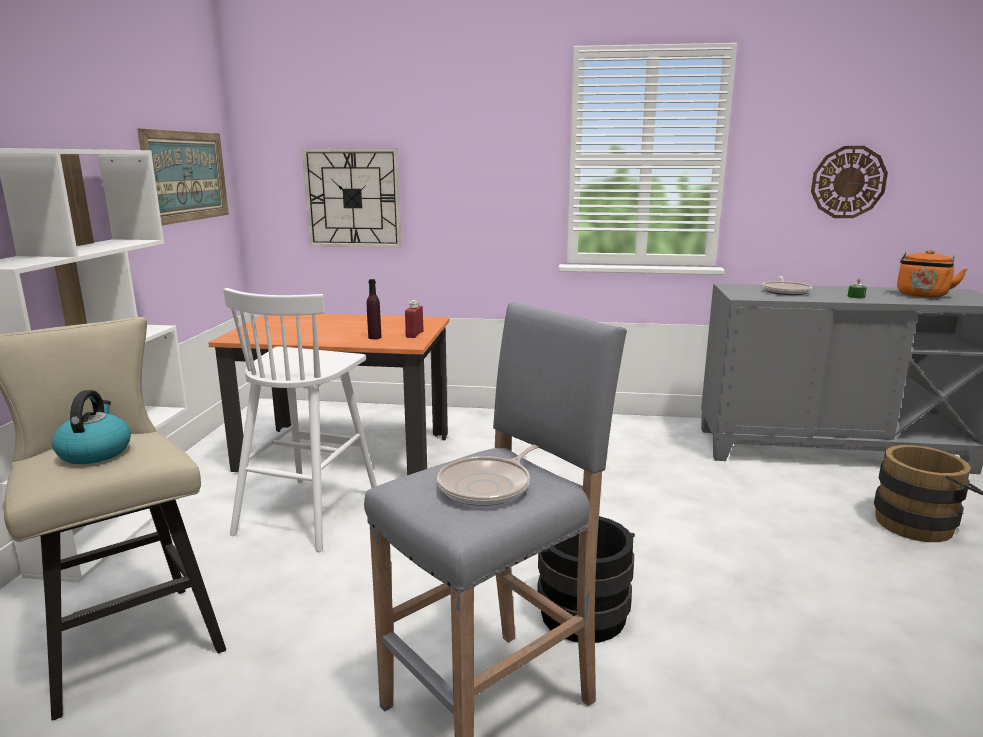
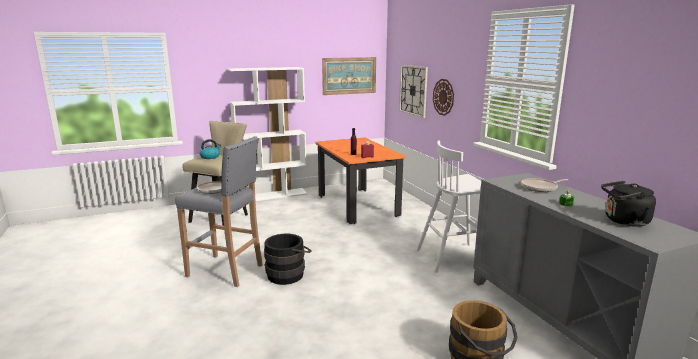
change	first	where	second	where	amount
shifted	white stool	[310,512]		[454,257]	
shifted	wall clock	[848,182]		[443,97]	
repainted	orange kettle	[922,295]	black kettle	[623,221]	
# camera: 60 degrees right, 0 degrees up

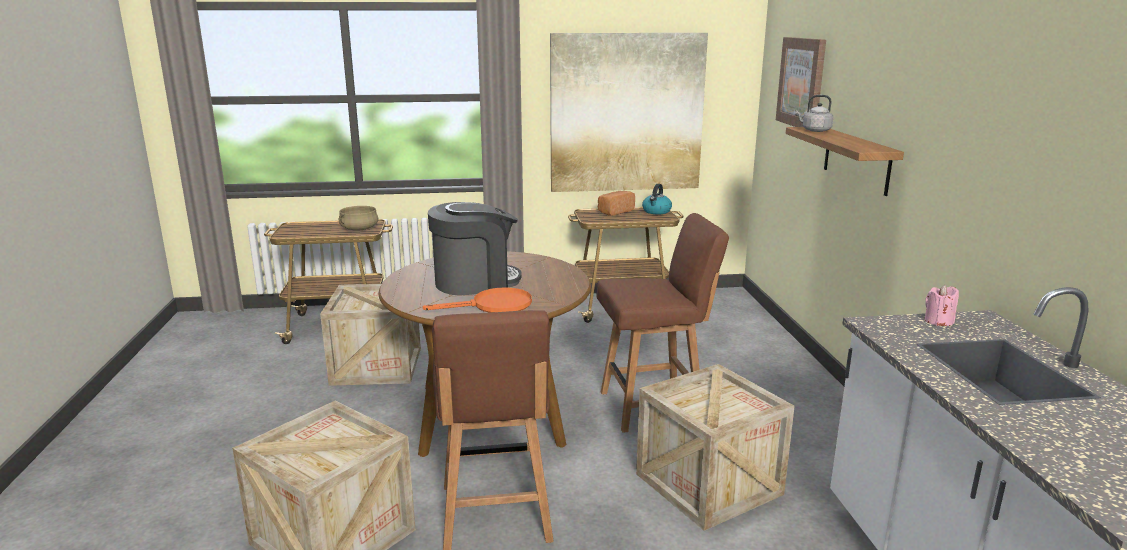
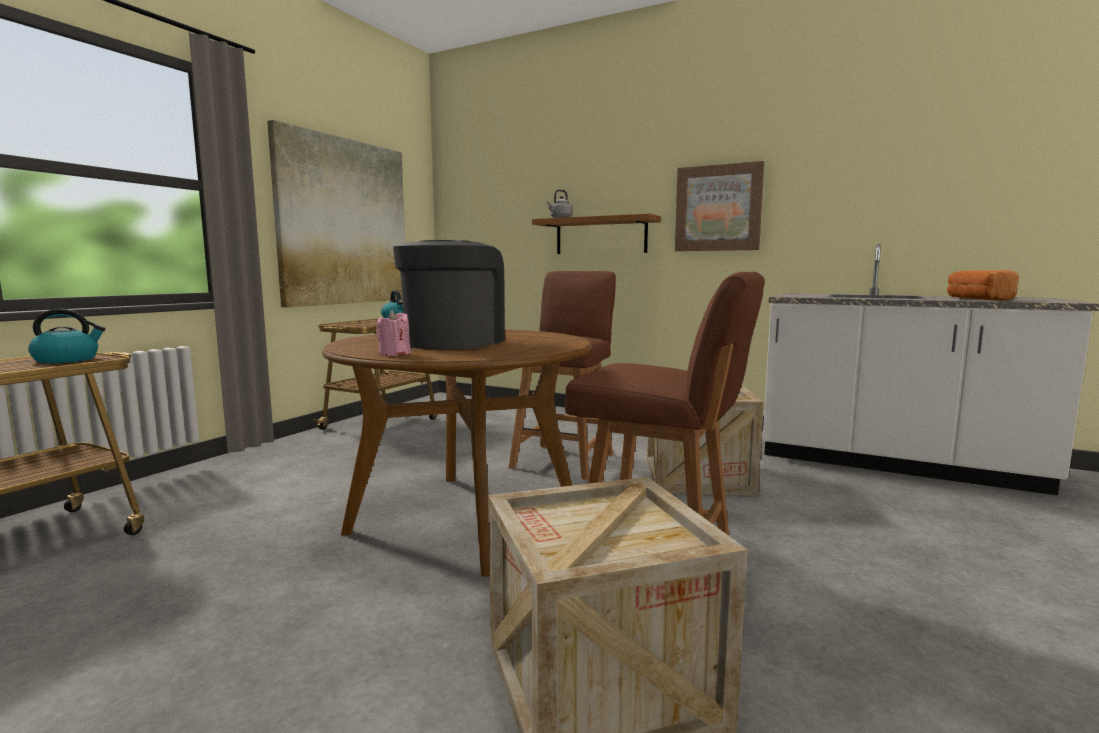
change	first	where	second	where	amount
swapped	beige cooking pot	[359,229]	kettle	[67,360]	
shifted	pink candle	[938,321]		[394,354]	
shifted	picture	[802,82]		[718,208]	
shifted	bread	[614,211]		[976,299]	
gone	crate	[377,366]			
gone	orange frying pan	[493,306]			
# camera: 55 degrees left, 10 degrees down

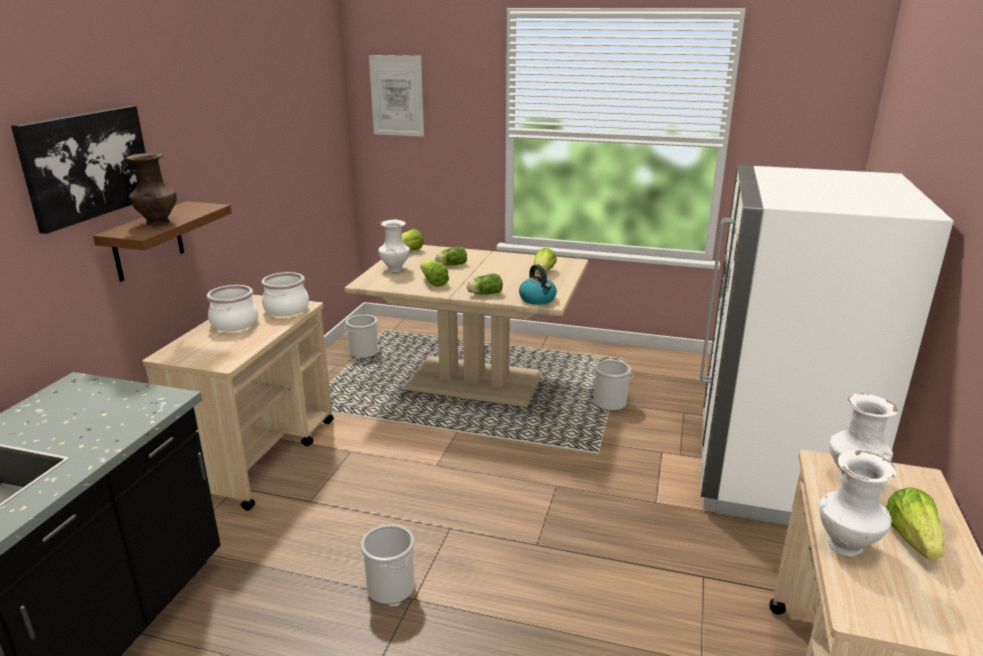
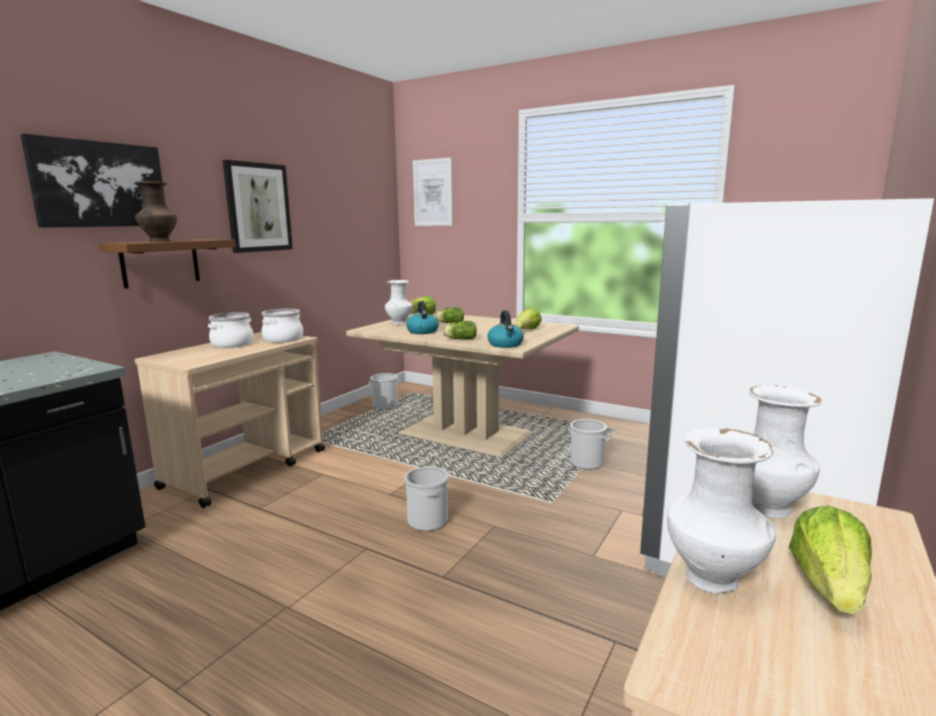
change	first	where	second	where	amount
new			picture	[258,207]	
shifted	bucket	[390,587]		[427,521]	
swapped	lettuce	[433,282]	kettle	[422,331]	
# camera: 15 degrees right, 10 degrees down

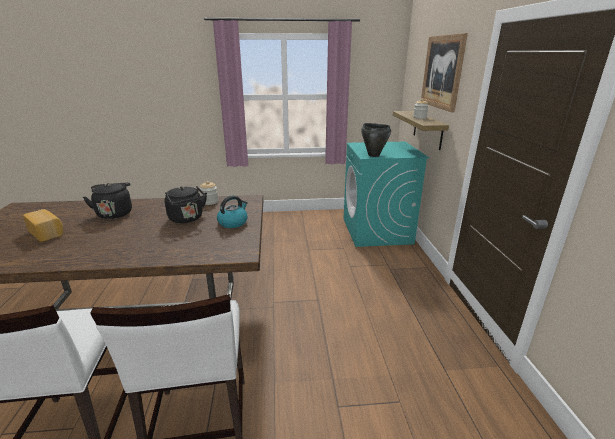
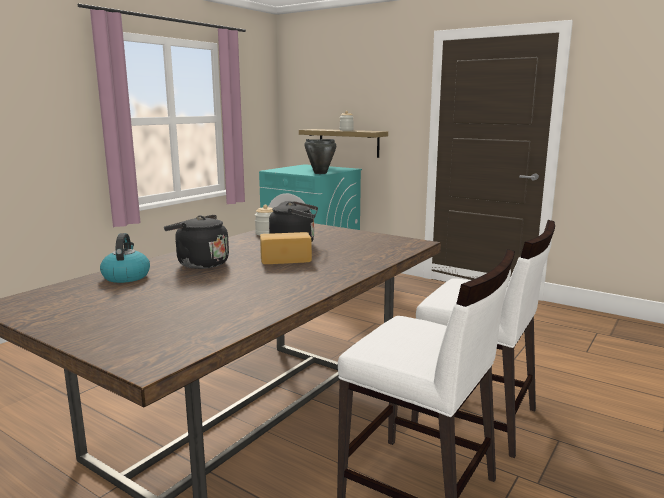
change	first	where	second	where	amount
shifted	kettle	[233,222]		[126,276]	
shifted	bread	[47,233]		[285,259]	
gone	picture	[442,72]			
# camera: 50 degrees left, 10 degrees down

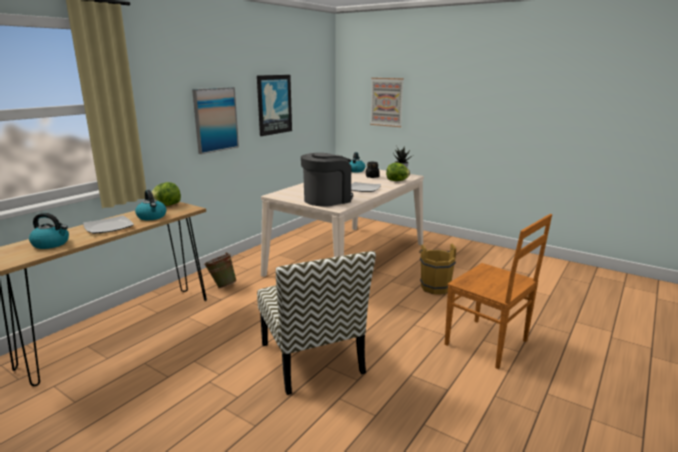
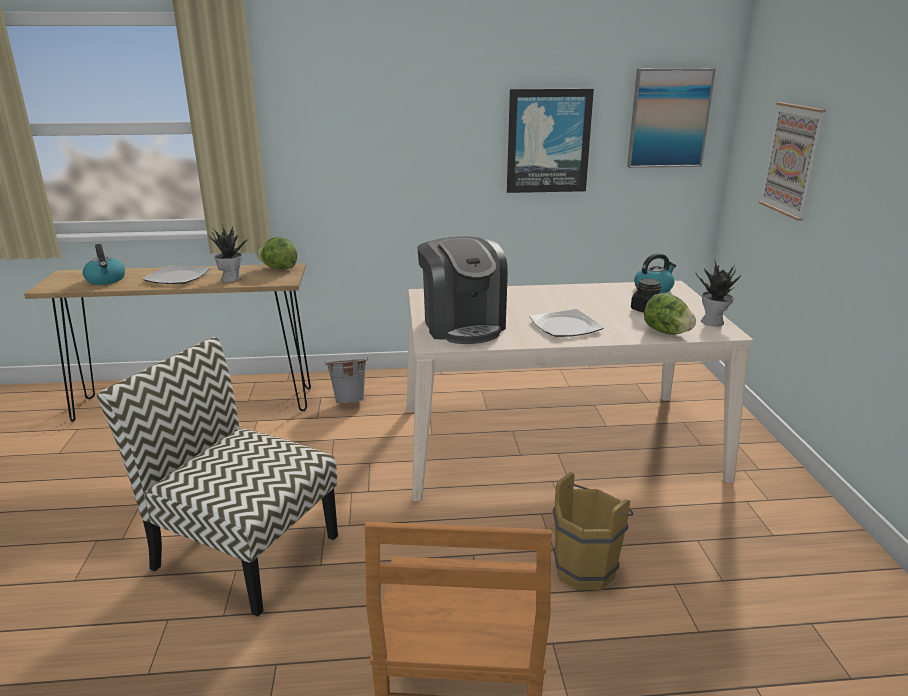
change	first	where	second	where	amount
rotated	chair	[312,359]		[243,551]	90 degrees clockwise
swapped	kettle	[152,217]	potted plant	[231,278]	
repainted	green bucket	[222,285]	grey bucket	[349,400]	
rotated	coffee machine	[327,199]		[462,325]	60 degrees clockwise
shifted	picture	[215,119]		[669,118]	
# camera: 50 degrees right, 5 degrees up

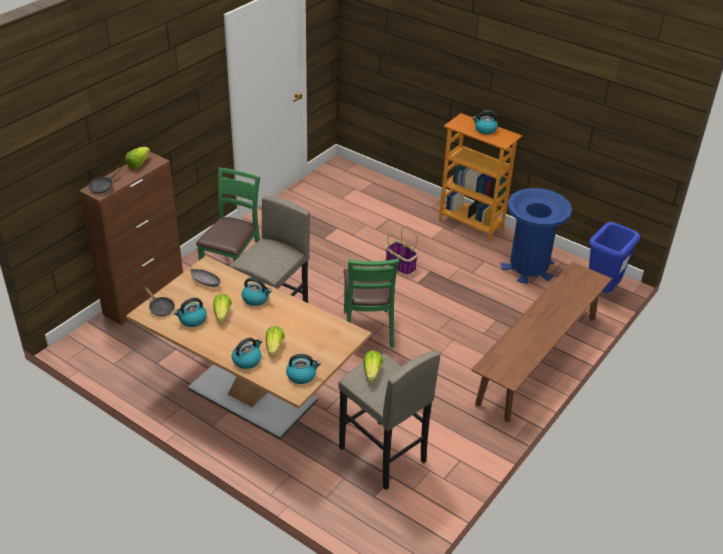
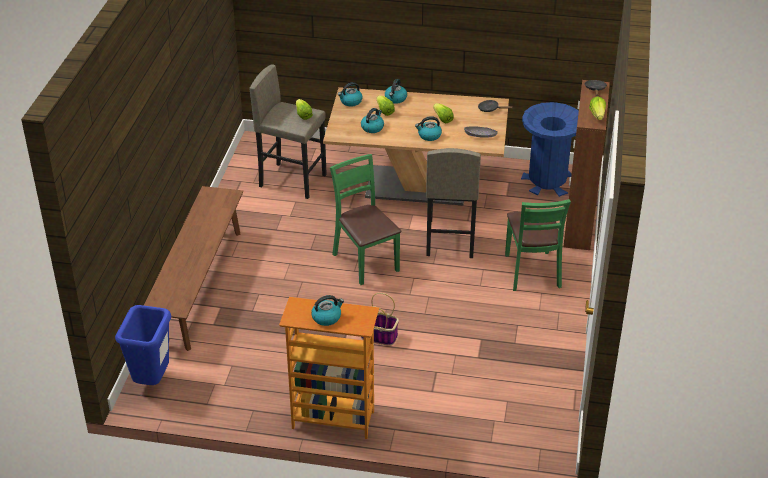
change	first	where	second	where	amount
shifted	kettle	[192,320]		[372,127]	
shifted	blue trash can	[529,267]		[547,180]	
# camera: 155 degrees right, 0 degrees up

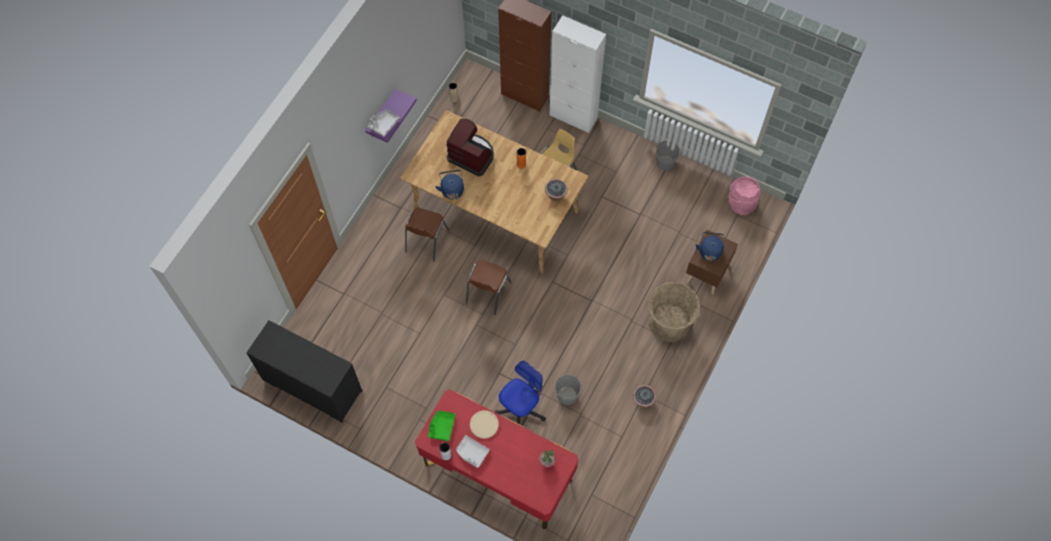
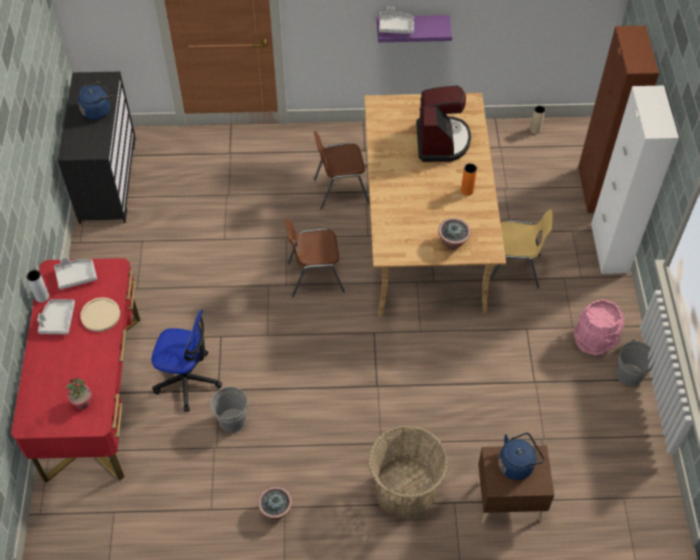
change	first	where	second	where	amount
repainted	green tray	[441,427]	grey tray	[76,276]	
shifted	blue kettle	[452,189]		[98,110]	
shifted	pink bucket	[741,203]		[594,340]	
# camera: 60 degrees right, 10 degrees down

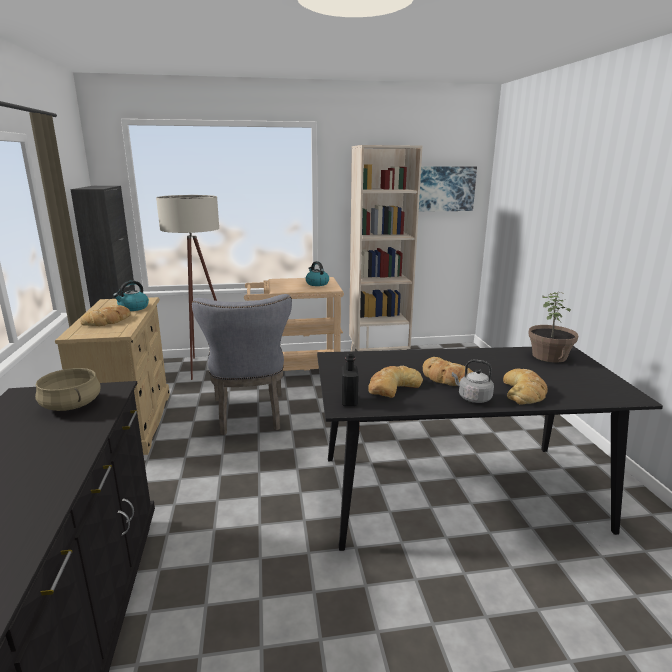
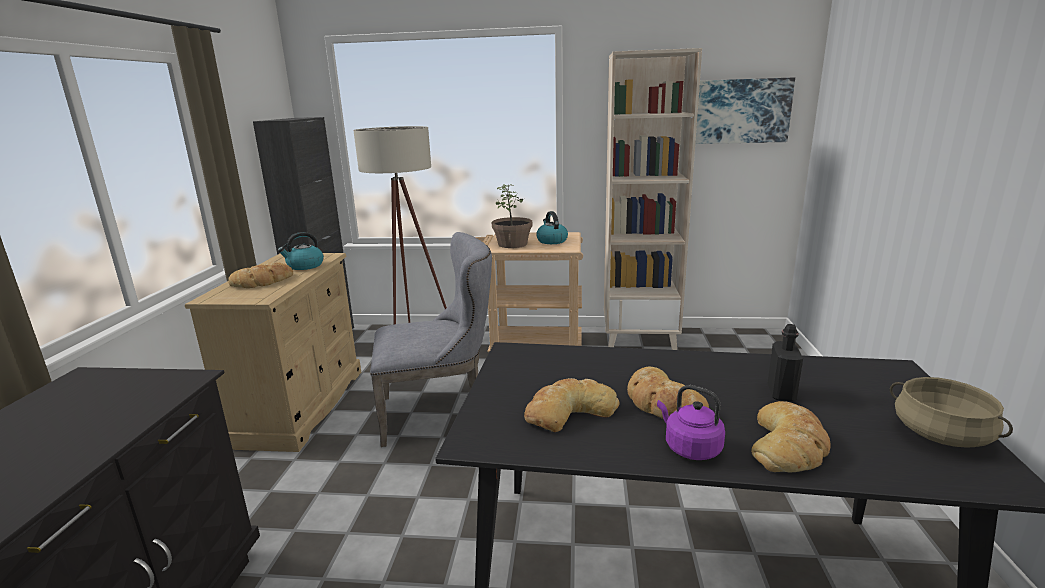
change	first	where	second	where	amount
rotated	grey chair	[250,416]		[440,412]	105 degrees counterclockwise
shifted	potted plant	[549,356]		[513,244]	
repainted	grey kettle	[472,398]	purple kettle	[690,448]	
shifted	black bottle	[349,401]		[781,393]	
shifted	beige cooking pot	[70,405]		[940,435]	
# camera: 15 degrees right, 0 degrees up

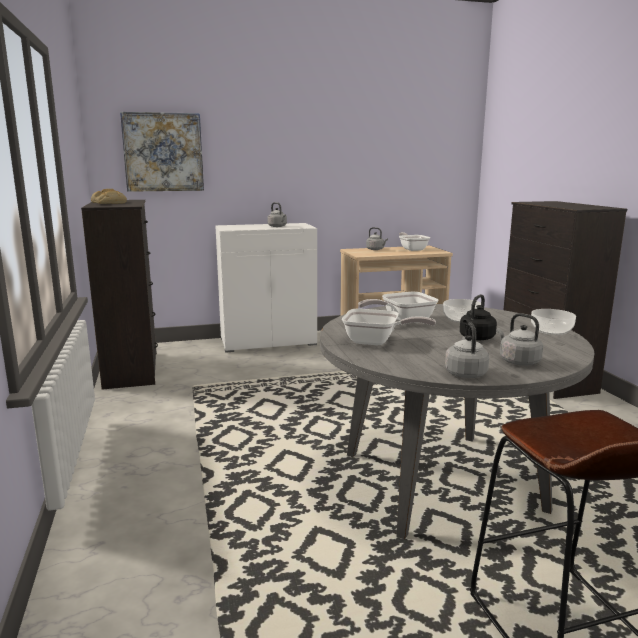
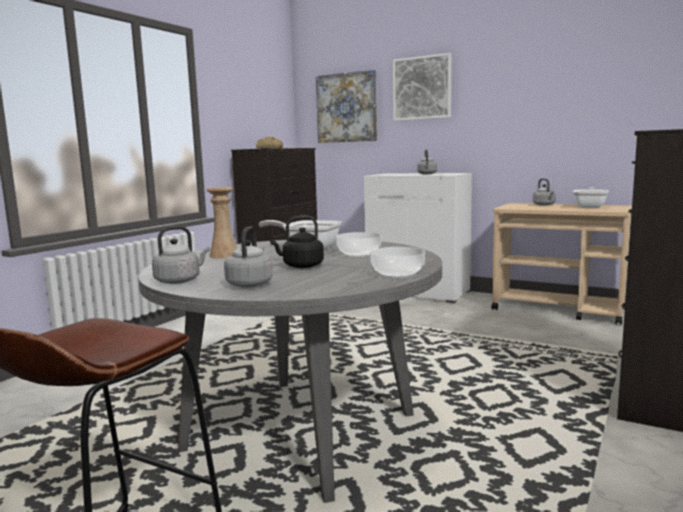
change	first	where	second	where	amount
swapped	frying pan	[377,342]	beige vase	[224,255]	
new			picture	[422,88]	
# camera: 45 degrees right, 5 degrees down

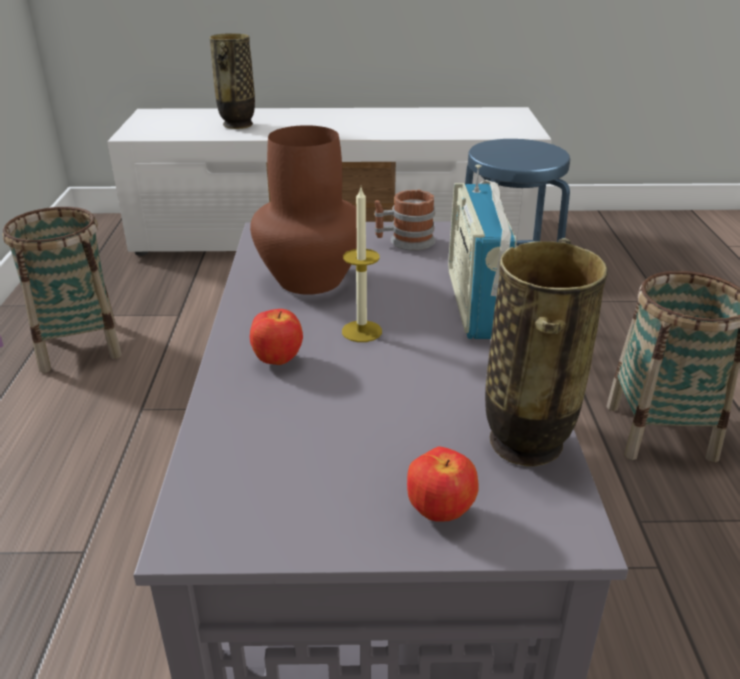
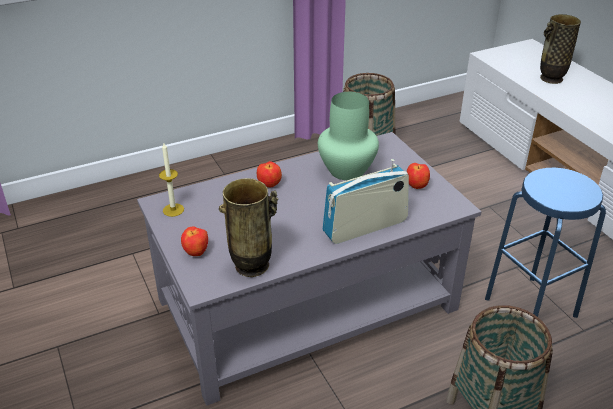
change	first	where	second	where	amount
shifted	candle	[361,331]		[173,210]	
repainted	brown vase	[310,278]	green vase	[347,170]	
swapped	mug	[404,242]	apple	[417,186]	
# camera: 65 degrees right, 5 degrees up

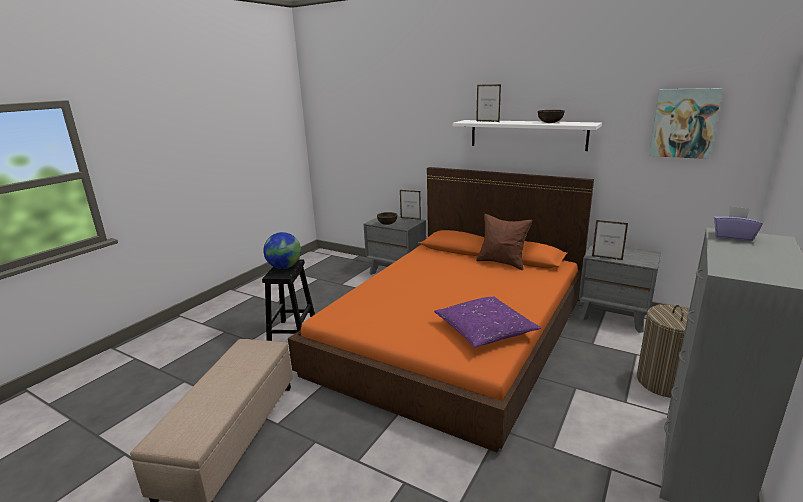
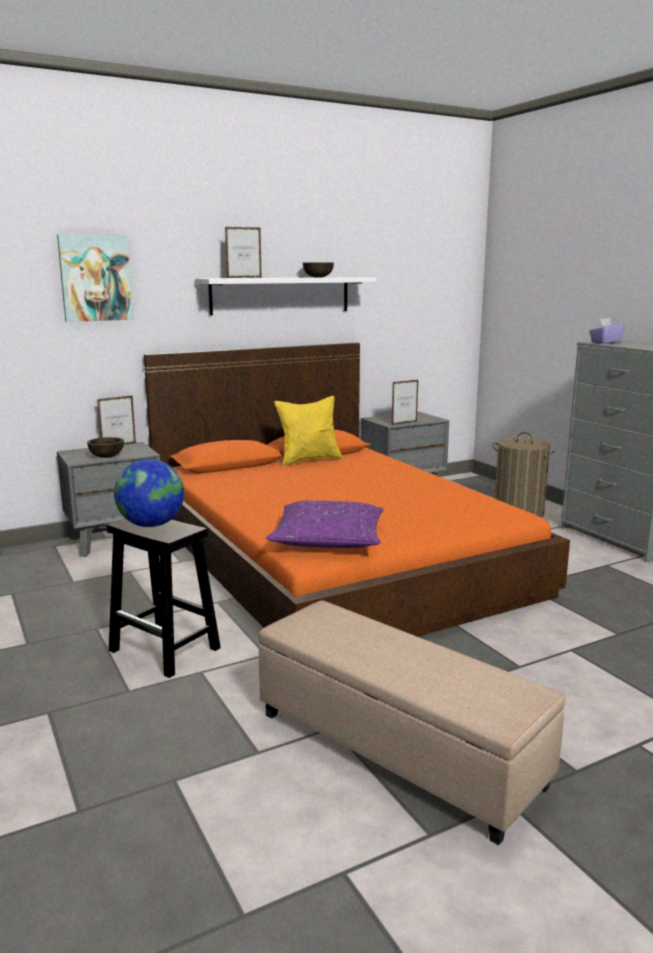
change	first	where	second	where	amount
shifted	picture	[684,123]		[95,278]	
shifted	purple pillow	[485,330]		[328,539]	
repainted	brown pillow	[502,263]	yellow pillow	[309,460]	
# camera: 60 degrees left, 5 degrees down

